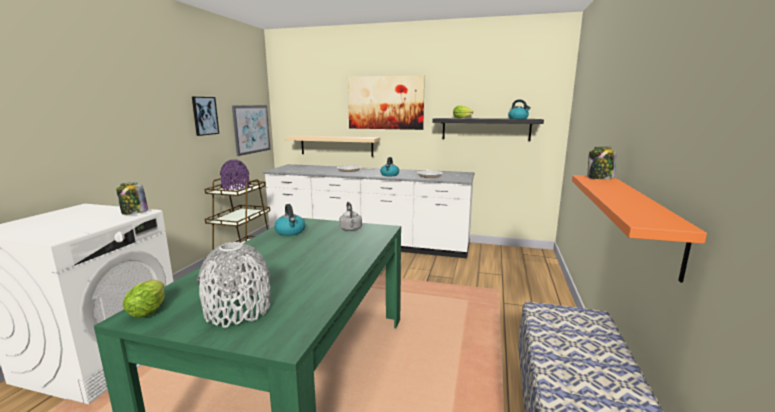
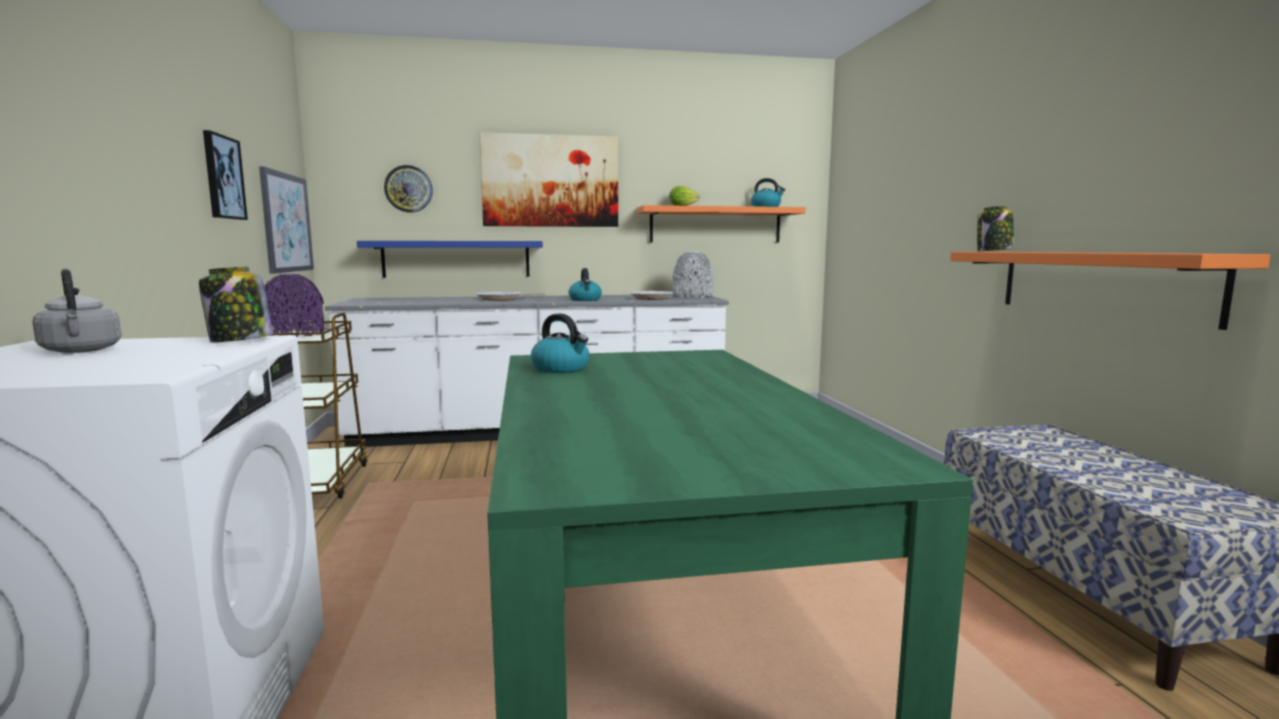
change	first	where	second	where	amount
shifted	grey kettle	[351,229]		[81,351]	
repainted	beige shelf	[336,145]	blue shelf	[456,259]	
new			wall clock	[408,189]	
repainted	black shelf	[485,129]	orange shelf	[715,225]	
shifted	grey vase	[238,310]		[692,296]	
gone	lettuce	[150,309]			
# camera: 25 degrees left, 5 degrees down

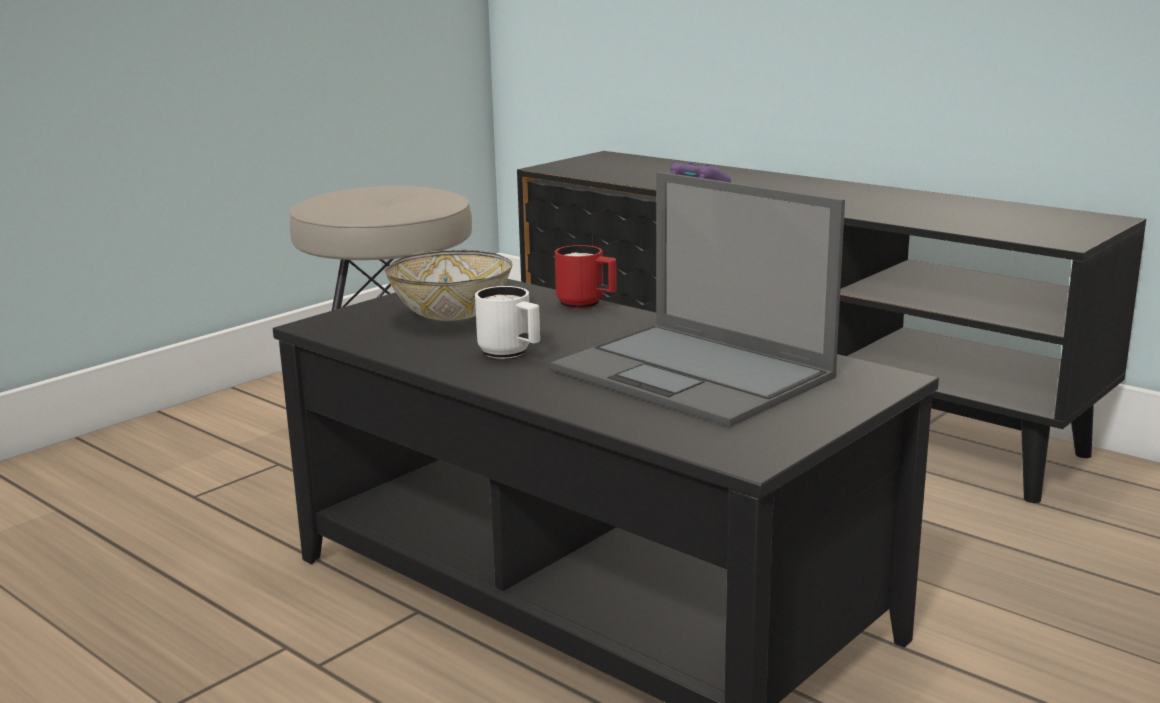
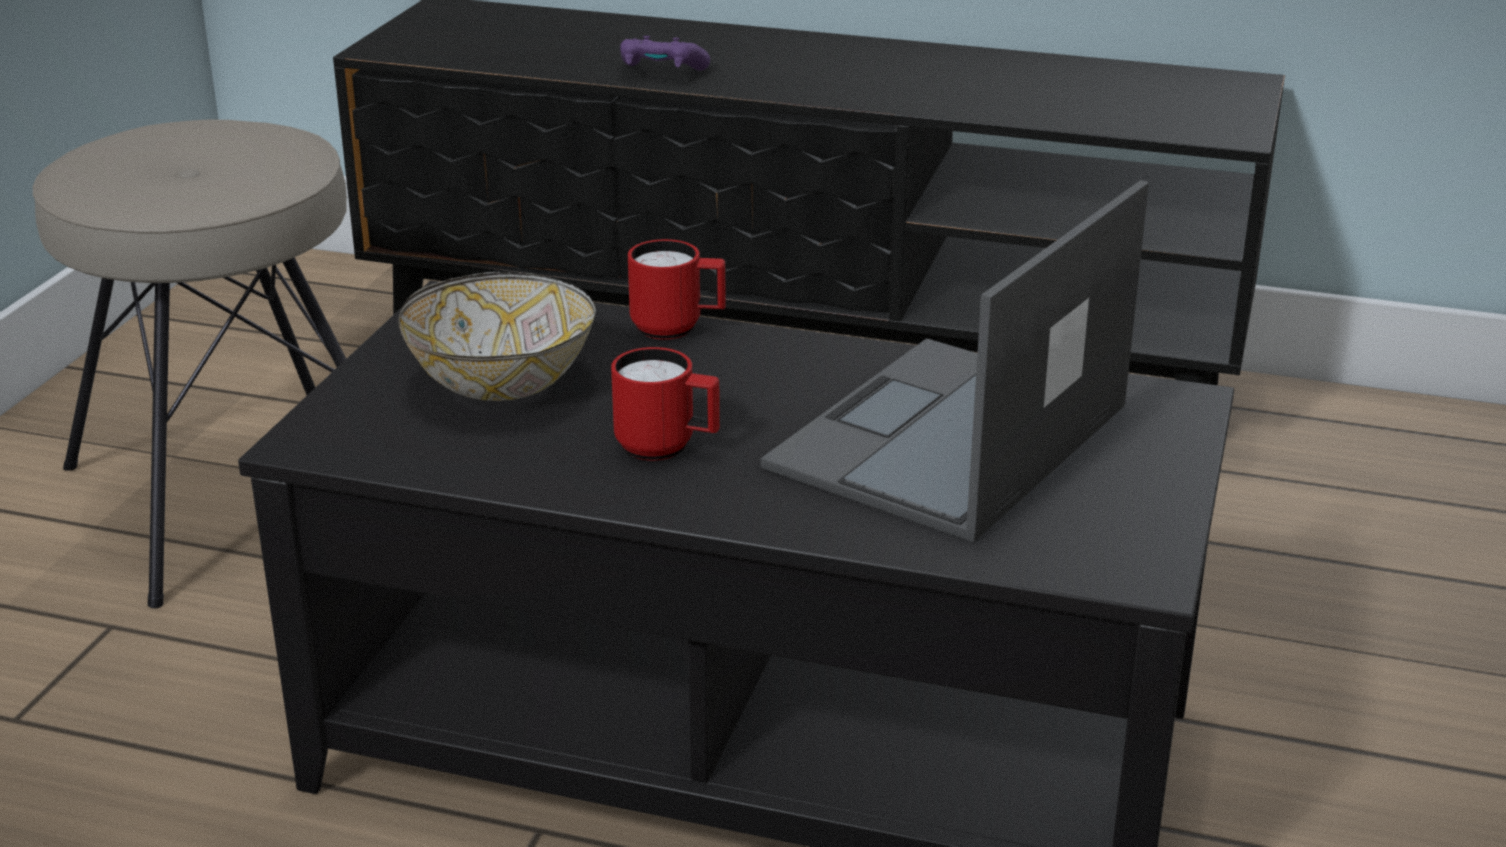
change	first	where	second	where	amount
repainted	white mug	[511,354]	red mug	[667,448]	
rotated	laptop	[695,374]		[948,440]	105 degrees clockwise
# camera: 25 degrees left, 10 degrees up

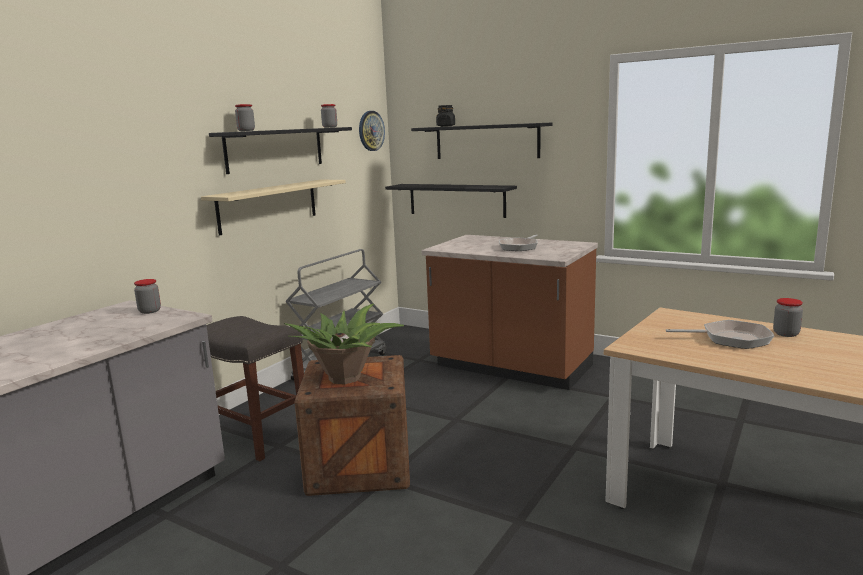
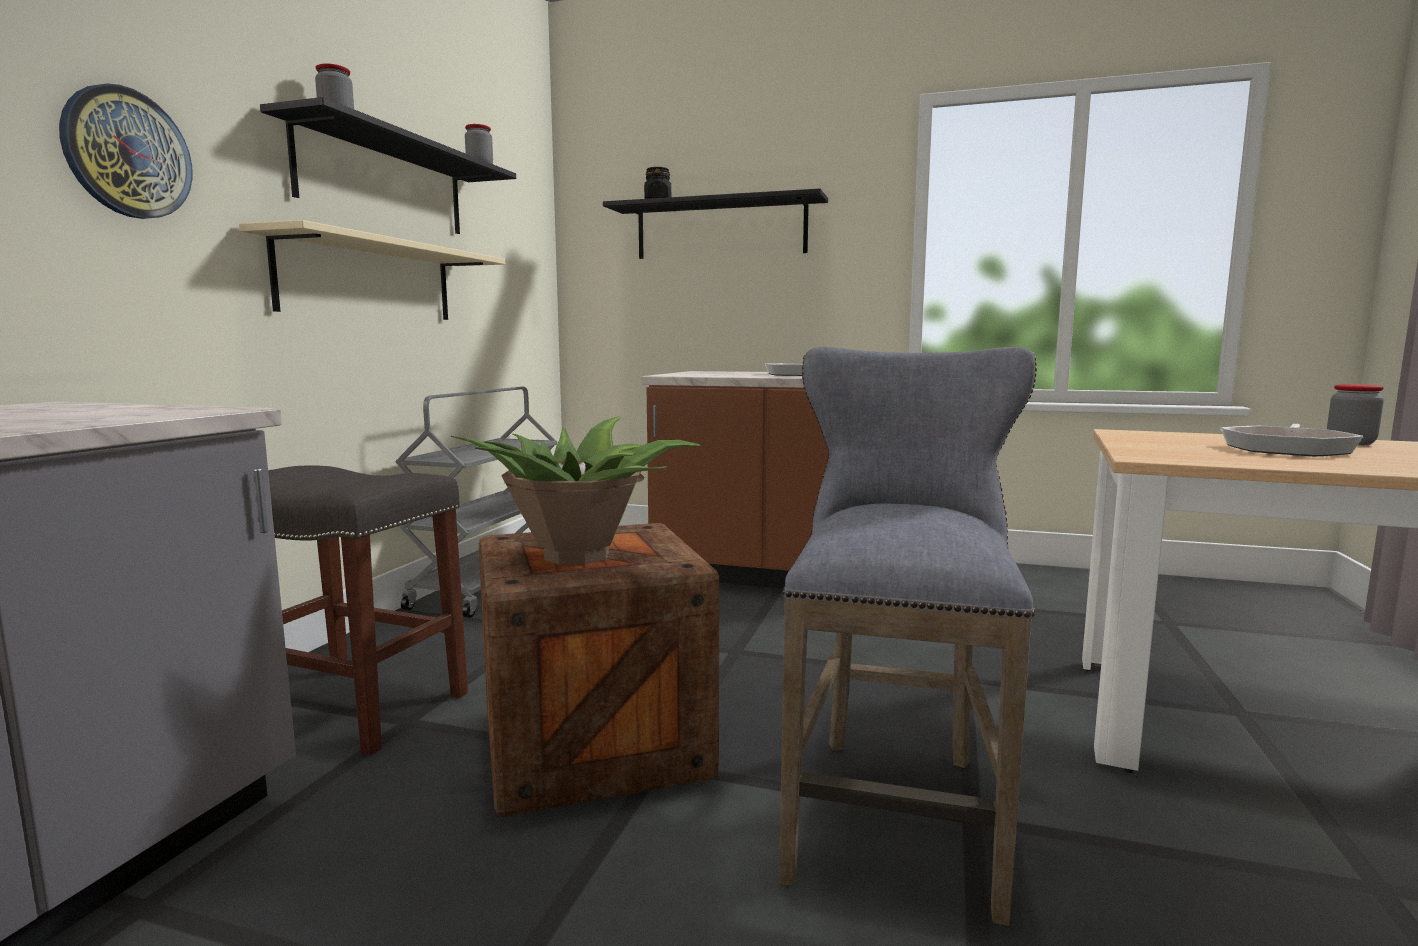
change	first	where	second	where	amount
shifted	wall clock	[371,131]		[127,153]	
new			grey stool	[895,806]	
rotated	frying pan	[730,339]		[1287,448]	135 degrees clockwise
gone	jar	[149,311]			
gone	black shelf	[456,200]			
# camera: 15 degrees left, 5 degrees down

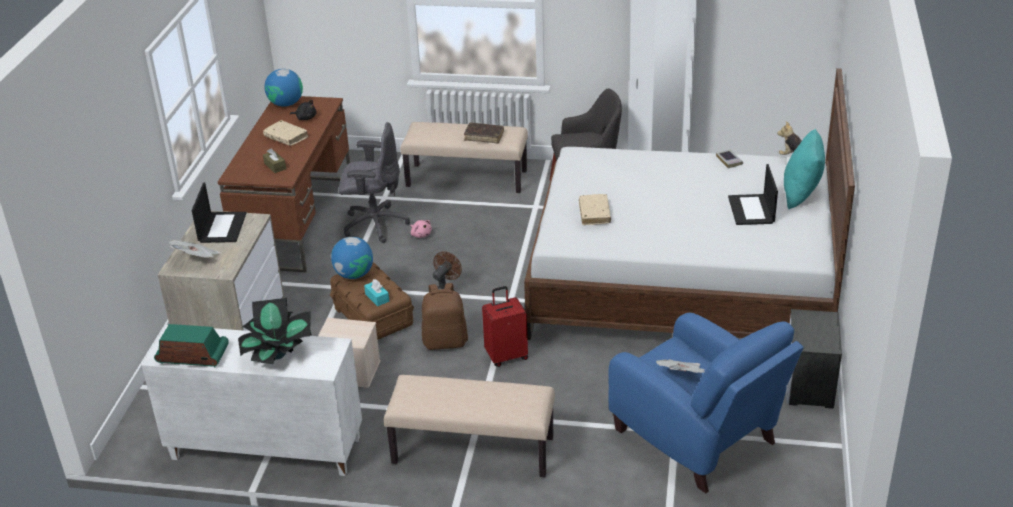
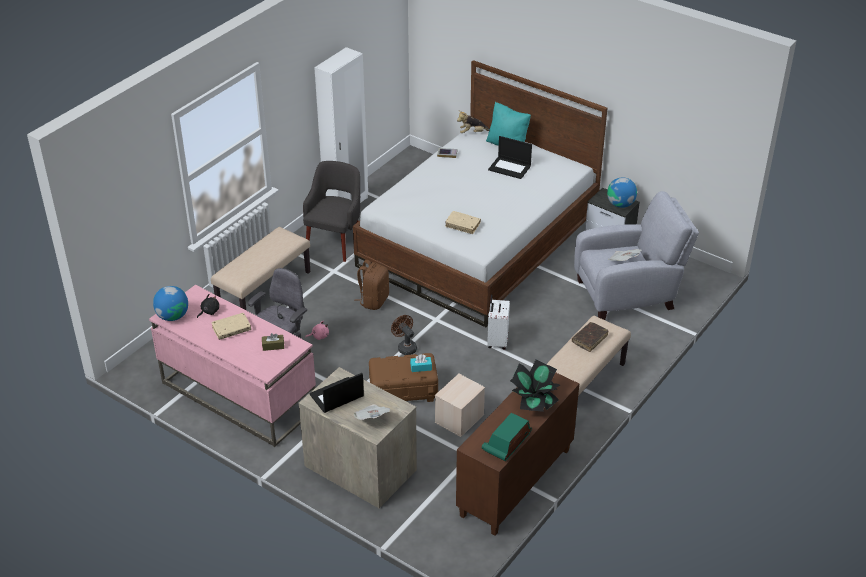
change	first	where	second	where	amount
repainted	brown desk	[296,221]	pink desk	[238,396]	
rotated	laptop	[222,227]		[336,396]	60 degrees counterclockwise
shifted	brown backpack	[445,341]		[373,300]	
repainted	white cabinet	[264,449]	brown cabinet	[515,483]	
repainted	red suitcase	[506,356]	white suitcase	[496,341]	
shifted	brown book	[484,136]		[589,339]	
repainted	blue armchair	[698,439]	grey armchair	[628,294]	
shifted	globe	[354,274]		[620,204]	
# camera: 65 degrees left, 5 degrees up

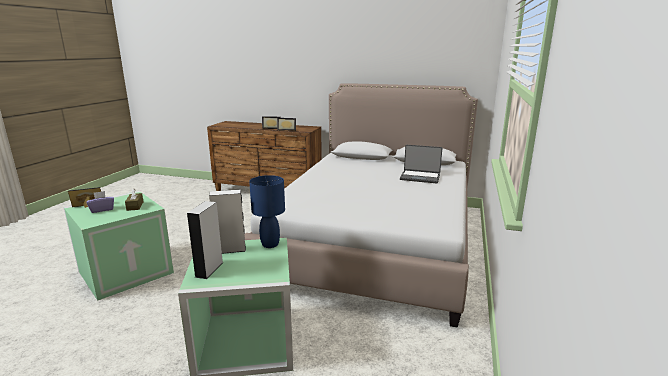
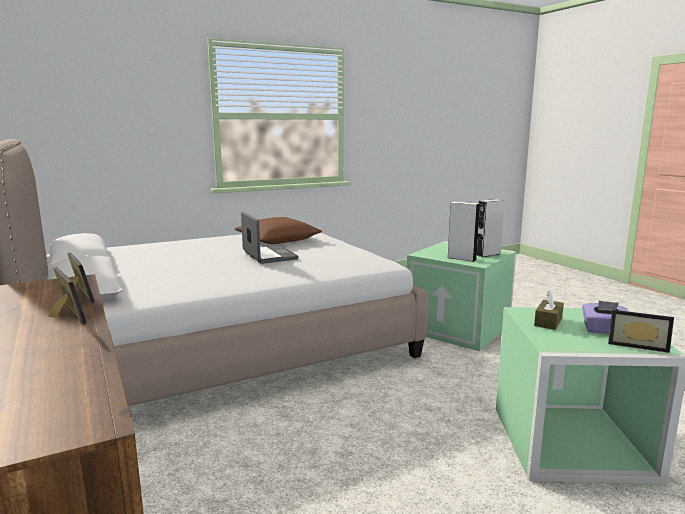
change	first	where	second	where	amount
new			brown pillow	[278,240]	
shifted	laptop	[420,177]		[268,256]	
gone	blue table lamp	[270,244]			
# camera: 135 degrees left, 5 degrees down

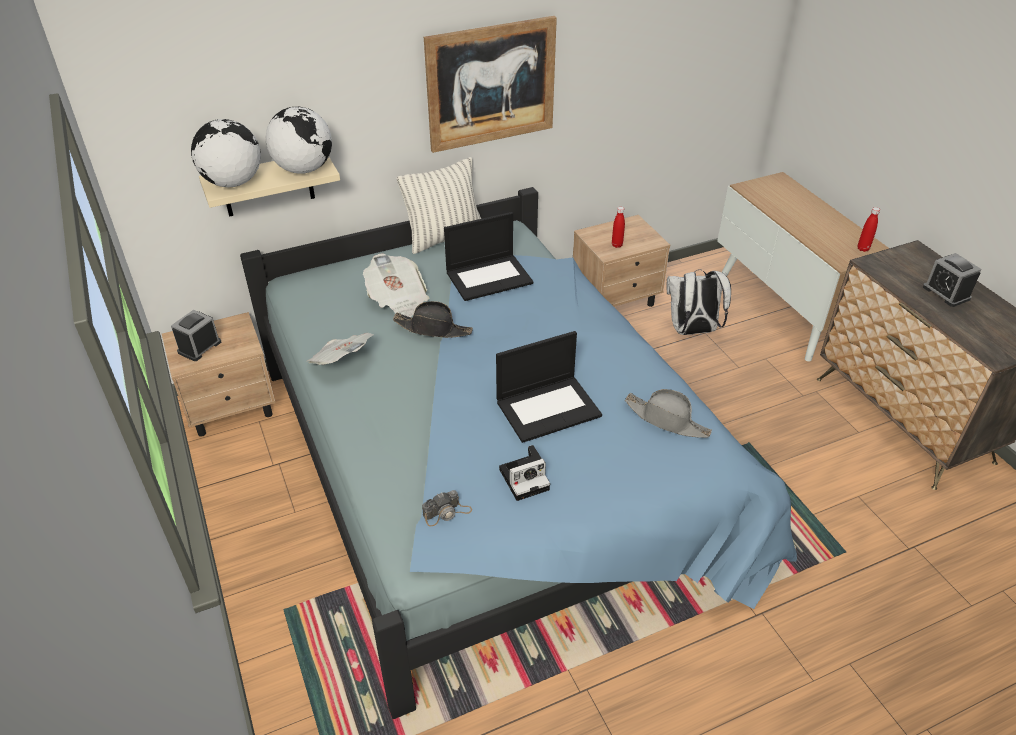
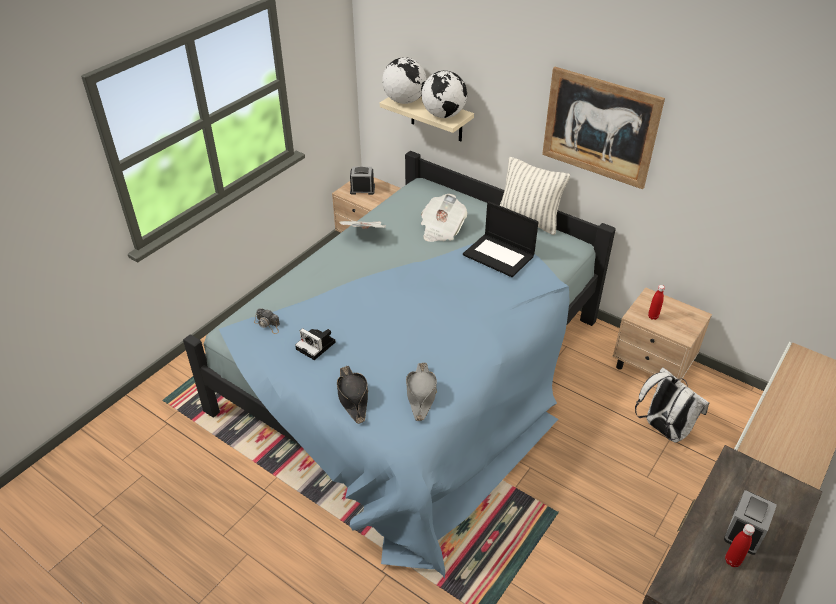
change	first	where	second	where	amount
shifted	black hat	[433,328]		[353,397]	
shifted	red bottle	[863,249]		[732,561]	
gone	laptop	[548,407]			
# camera: 60 degrees right, 0 degrees up

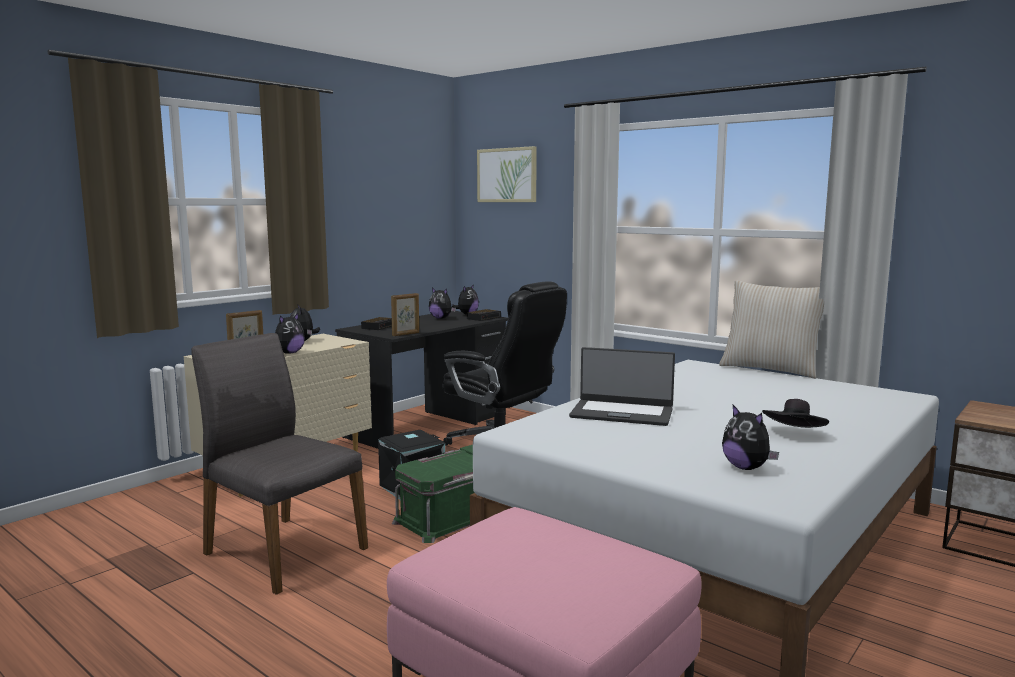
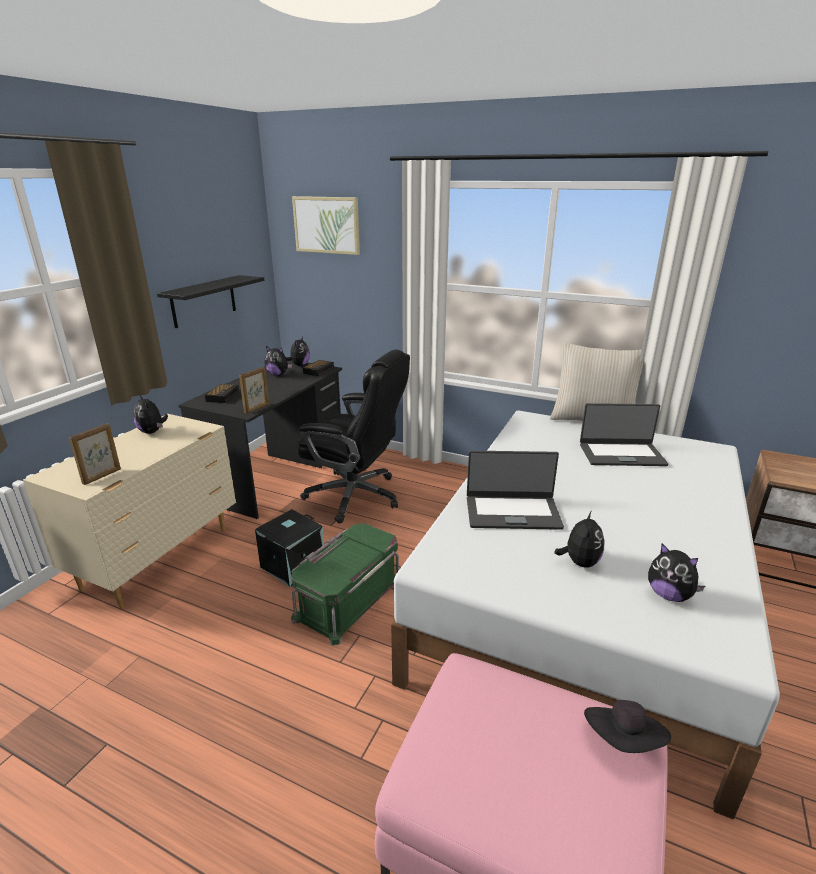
change	first	where	second	where	amount
new			black shelf	[204,301]	
shifted	plush toy	[289,353]		[579,562]	
new			laptop	[621,454]	
shifted	black hat	[794,434]		[623,740]	
gone	grey chair	[282,551]			
# camera: 15 degrees left, 15 degrees up

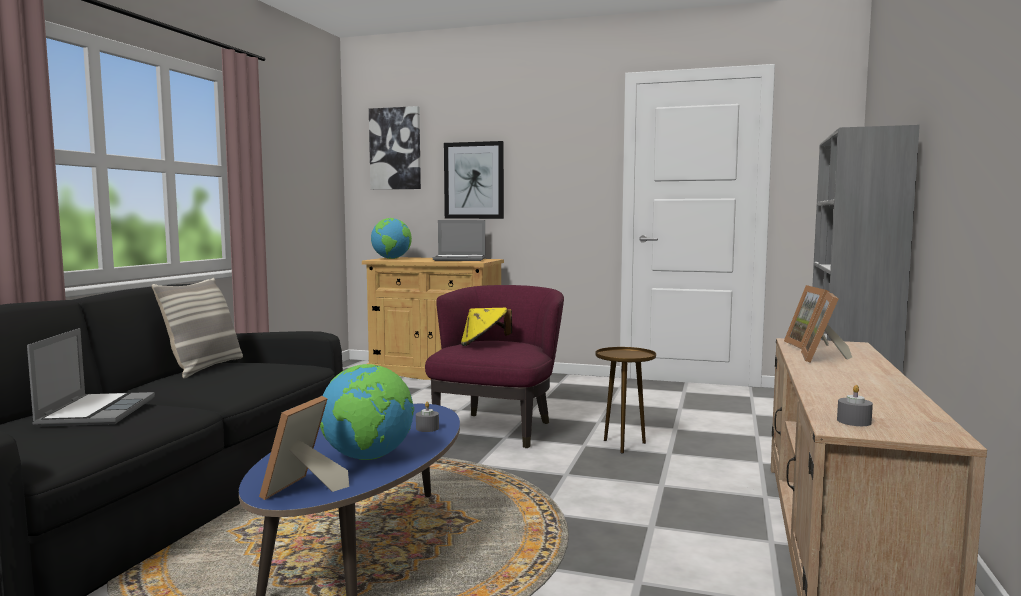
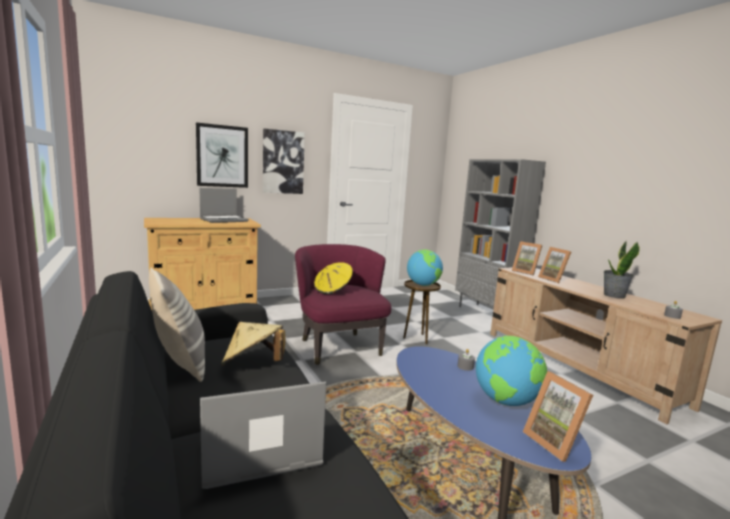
change	first	where	second	where	amount
rotated	laptop	[96,411]		[258,452]	60 degrees counterclockwise
new			beige hat	[253,365]	
shifted	picture	[395,149]		[283,162]	
shifted	globe	[392,258]		[423,285]	
new			potted plant	[614,295]	
# camera: 45 degrees left, 5 degrees up

